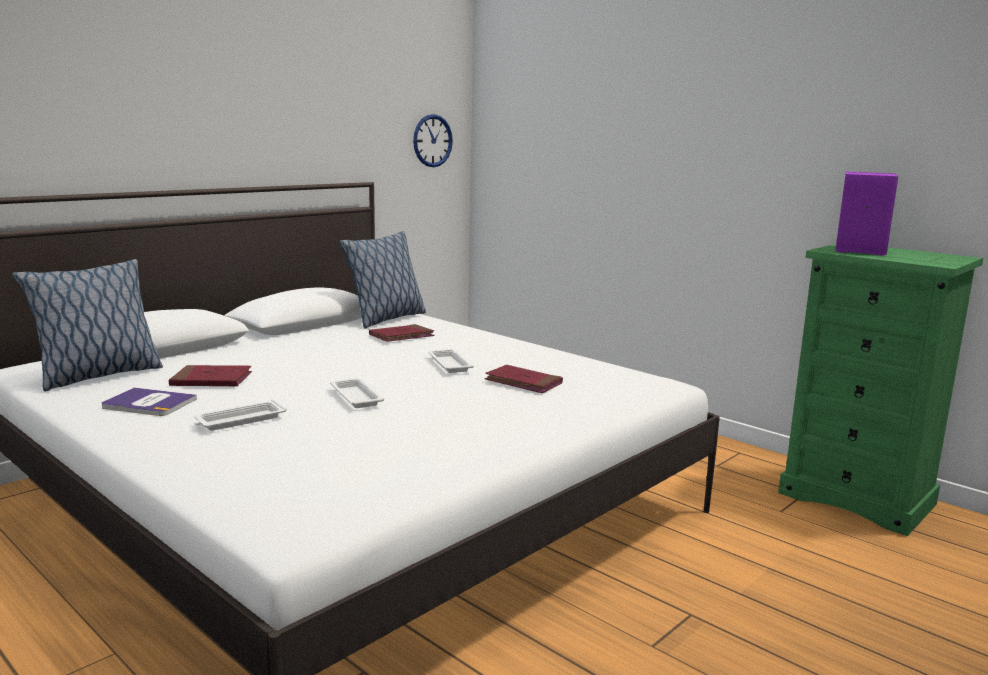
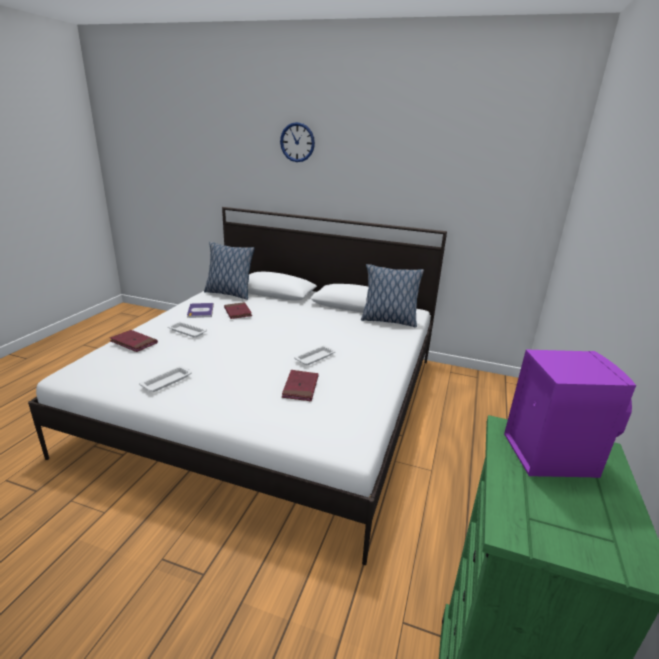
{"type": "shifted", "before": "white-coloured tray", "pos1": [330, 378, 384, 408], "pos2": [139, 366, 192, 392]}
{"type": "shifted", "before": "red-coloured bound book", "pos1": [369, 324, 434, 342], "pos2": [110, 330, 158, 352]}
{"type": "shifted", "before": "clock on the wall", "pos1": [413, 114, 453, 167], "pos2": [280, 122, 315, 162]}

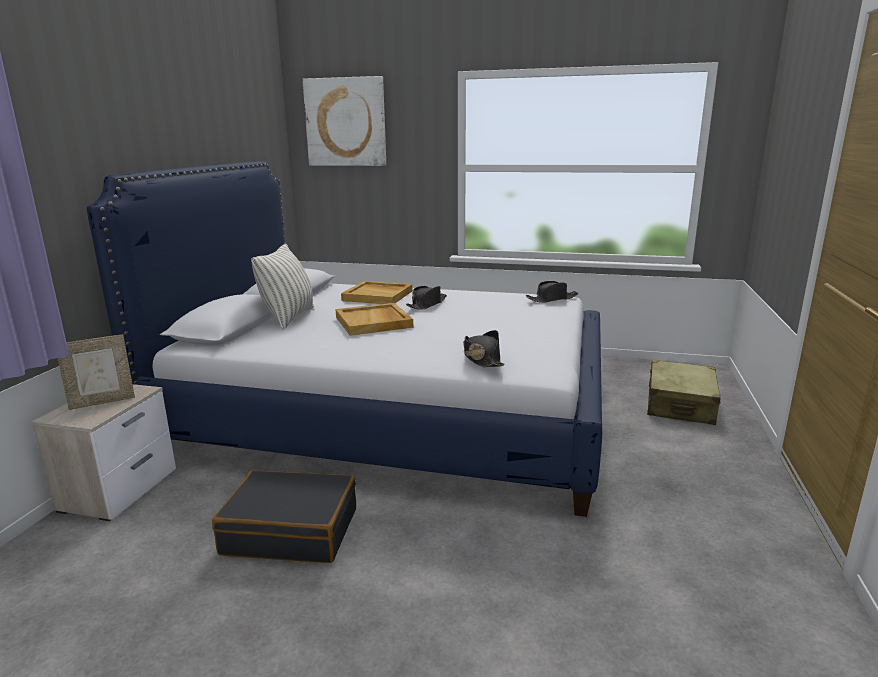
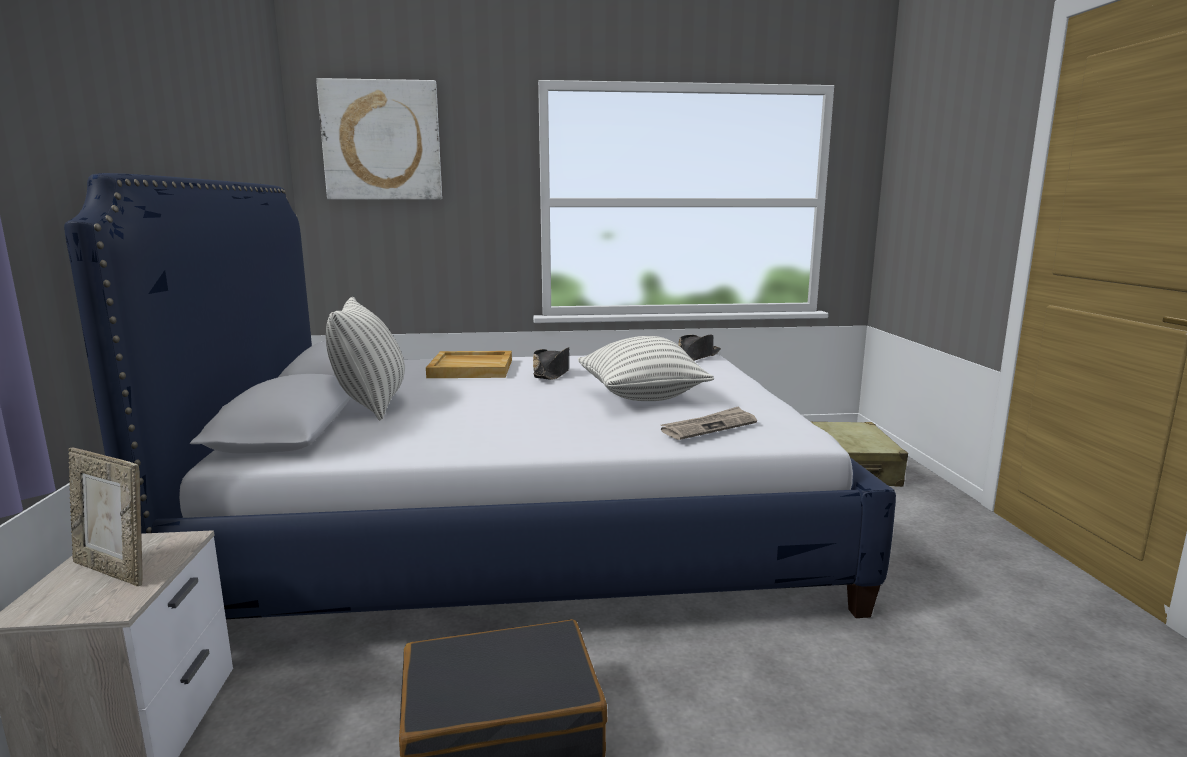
{"type": "rotated", "before": "photo frame", "pos1": [58, 335, 135, 410], "pos2": [68, 448, 142, 586], "turn": 75}
{"type": "gone", "before": "sand-coloured tray", "pos1": [336, 303, 413, 336]}
{"type": "swapped", "before": "black-coloured wearable hat", "after": "newspaper", "pos1": [463, 330, 504, 367], "pos2": [661, 406, 757, 440]}
{"type": "new", "after": "cushion", "pos2": [578, 336, 714, 401]}

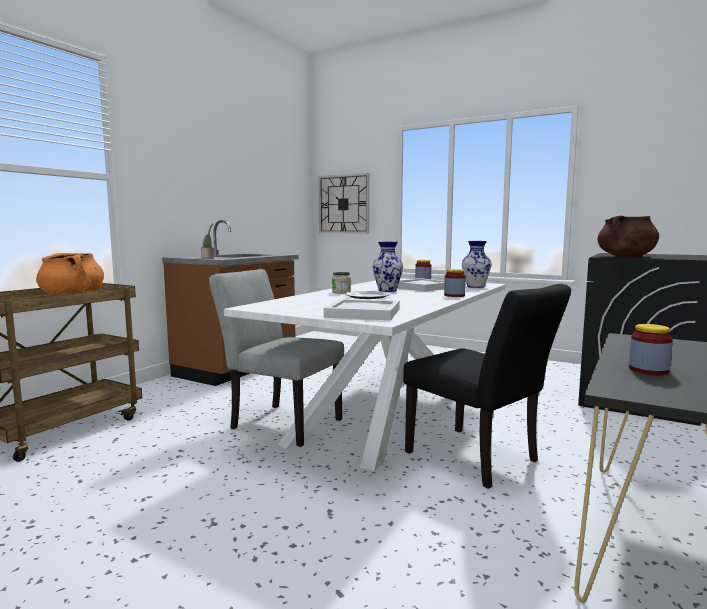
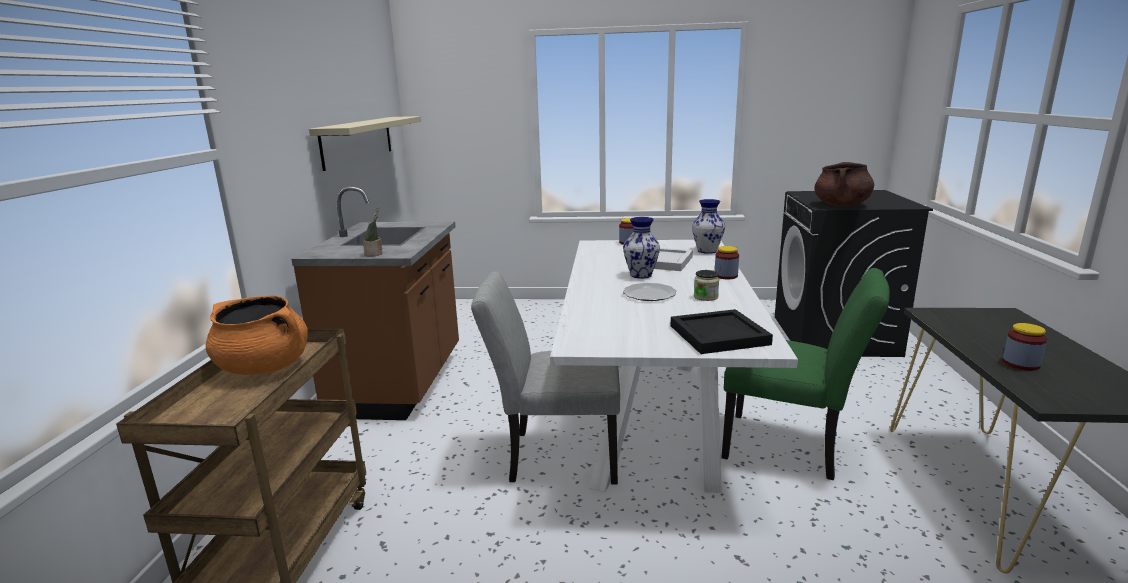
{"type": "gone", "before": "clock on the wall", "pos1": [318, 173, 369, 234]}
{"type": "repainted", "before": "white-coloured tray", "after": "black-coloured tray", "pos1": [323, 299, 400, 320], "pos2": [671, 309, 773, 354]}
{"type": "shifted", "before": "preserve jar", "pos1": [332, 272, 351, 293], "pos2": [694, 270, 719, 301]}
{"type": "repainted", "before": "black-coloured plain chair", "after": "greenish plain chair", "pos1": [403, 284, 571, 489], "pos2": [721, 268, 890, 480]}
{"type": "new", "after": "sand-coloured bracket shelf", "pos2": [309, 116, 421, 171]}

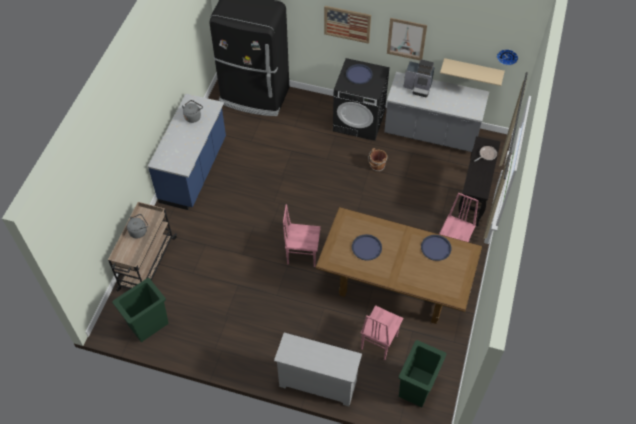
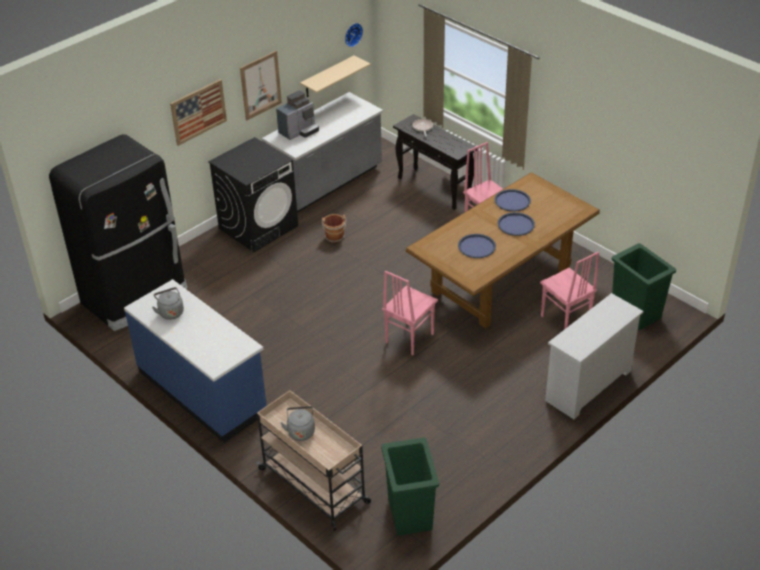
{"type": "shifted", "before": "blue-coloured tray", "pos1": [346, 64, 373, 84], "pos2": [498, 212, 535, 236]}

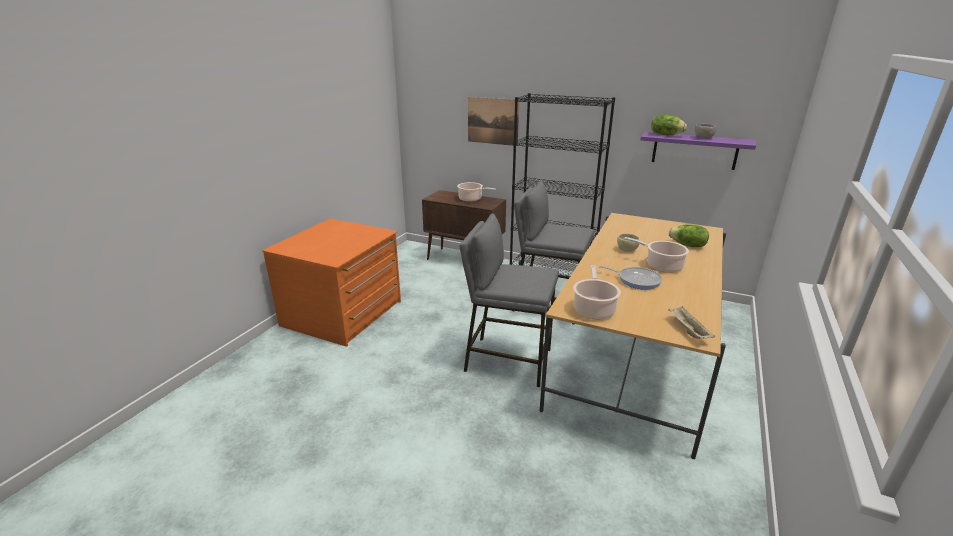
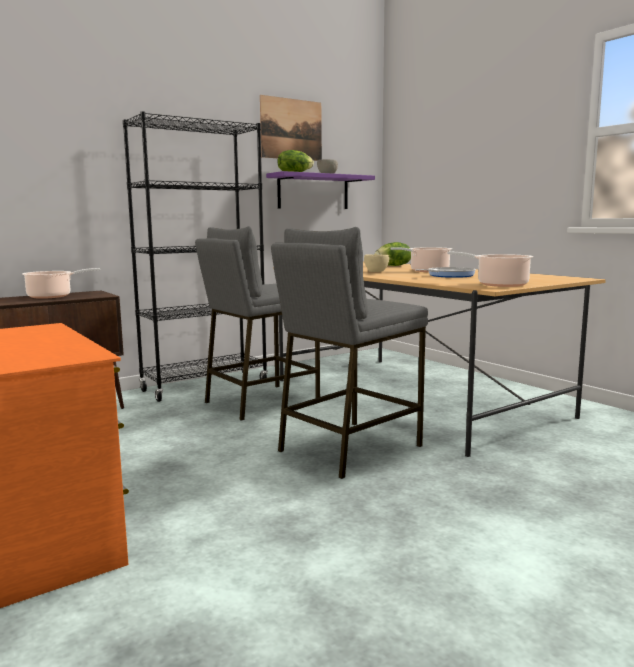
{"type": "shifted", "before": "wall art", "pos1": [468, 97, 520, 146], "pos2": [260, 95, 322, 161]}
{"type": "gone", "before": "sand-coloured tray", "pos1": [668, 306, 715, 339]}

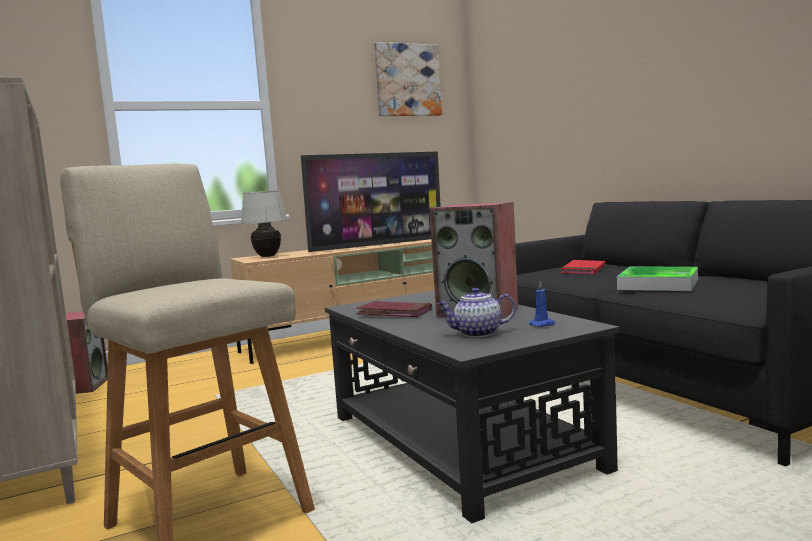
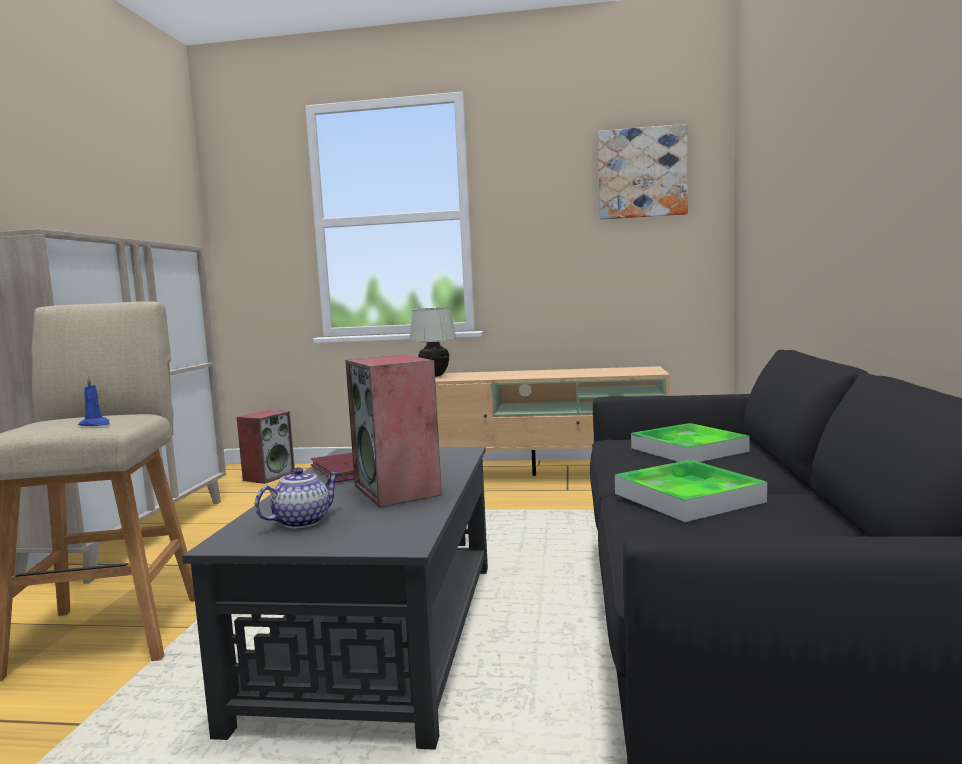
{"type": "gone", "before": "TV", "pos1": [301, 152, 441, 252]}
{"type": "rotated", "before": "pot for tea", "pos1": [437, 288, 516, 337], "pos2": [254, 467, 340, 528], "turn": 105}
{"type": "shifted", "before": "blue-coloured wax light", "pos1": [529, 281, 555, 327], "pos2": [78, 375, 110, 426]}
{"type": "swapped", "before": "red-coloured bound book", "after": "tray", "pos1": [561, 260, 605, 275], "pos2": [631, 423, 750, 462]}

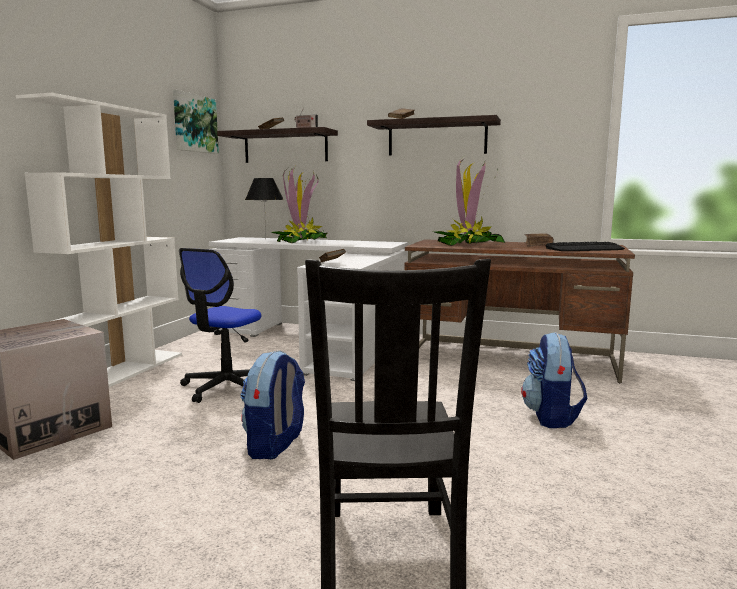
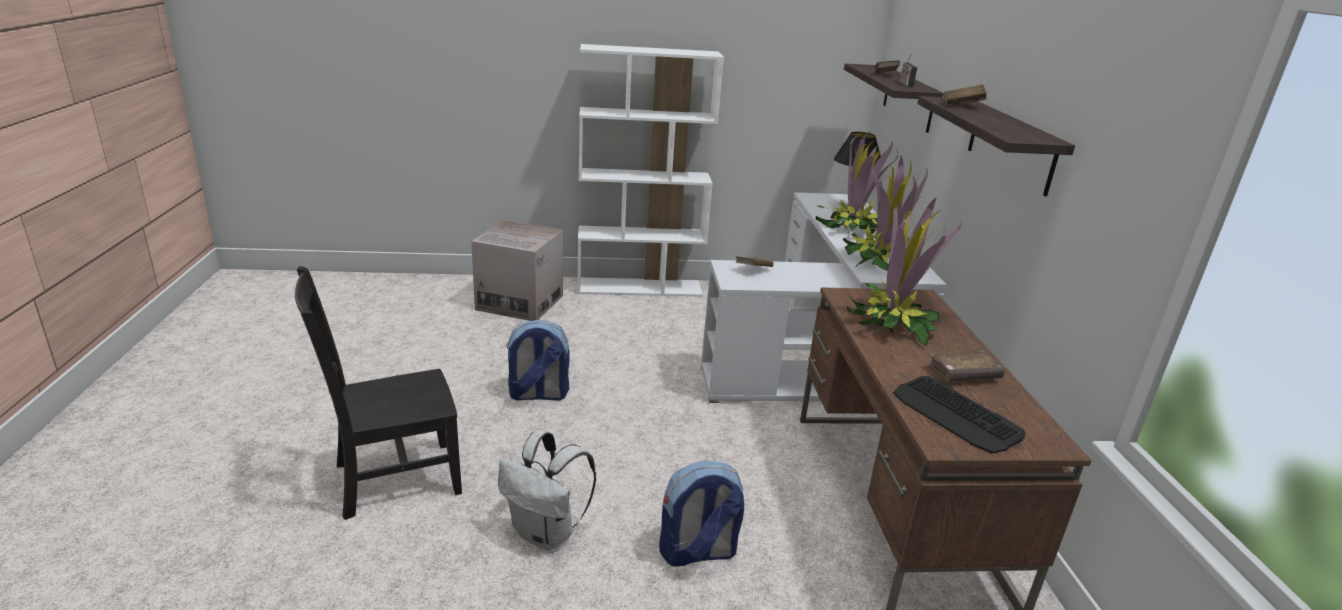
{"type": "gone", "before": "wall art", "pos1": [173, 90, 219, 154]}
{"type": "gone", "before": "computer chair", "pos1": [179, 248, 261, 403]}
{"type": "new", "after": "white-coloured backpack", "pos2": [498, 430, 596, 551]}
{"type": "new", "after": "potted plant", "pos2": [843, 155, 928, 271]}

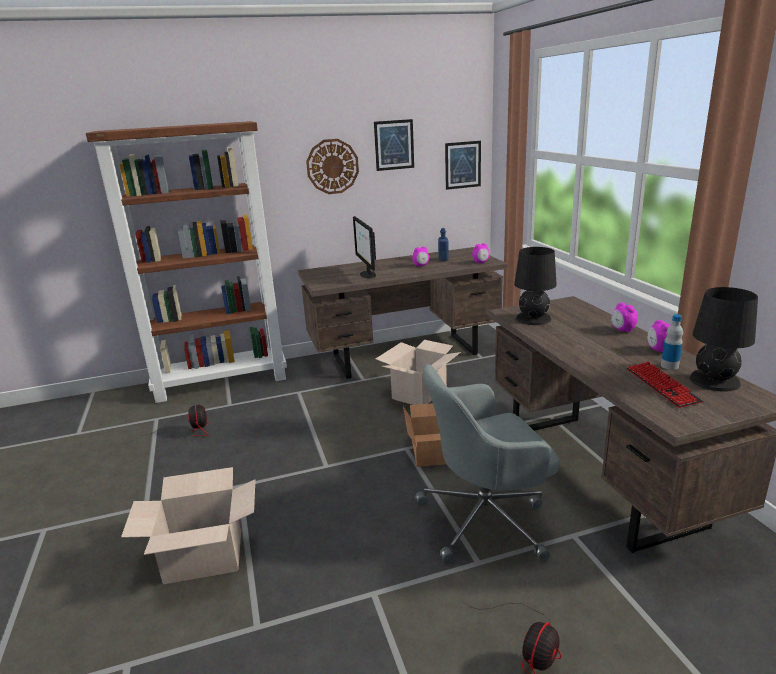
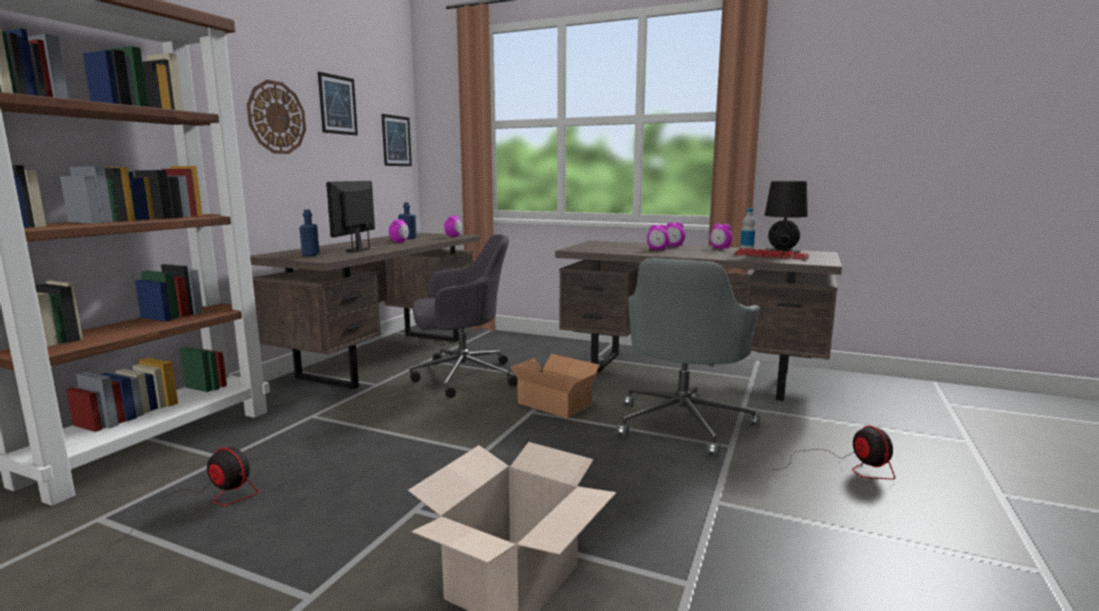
{"type": "rotated", "before": "computer screen", "pos1": [353, 216, 376, 279], "pos2": [326, 181, 375, 253], "turn": 75}
{"type": "swapped", "before": "carton", "after": "gray computer chair", "pos1": [376, 340, 461, 405], "pos2": [410, 234, 518, 398]}
{"type": "gone", "before": "black-coloured table lamp", "pos1": [514, 247, 557, 325]}
{"type": "new", "after": "blue-coloured beverage bottle", "pos2": [299, 210, 319, 256]}
{"type": "new", "after": "bedside clock", "pos2": [647, 225, 670, 250]}

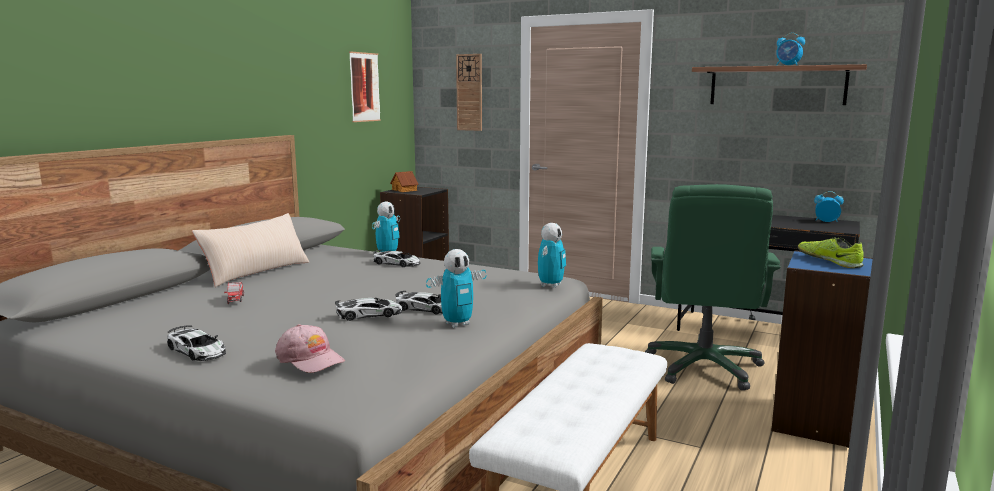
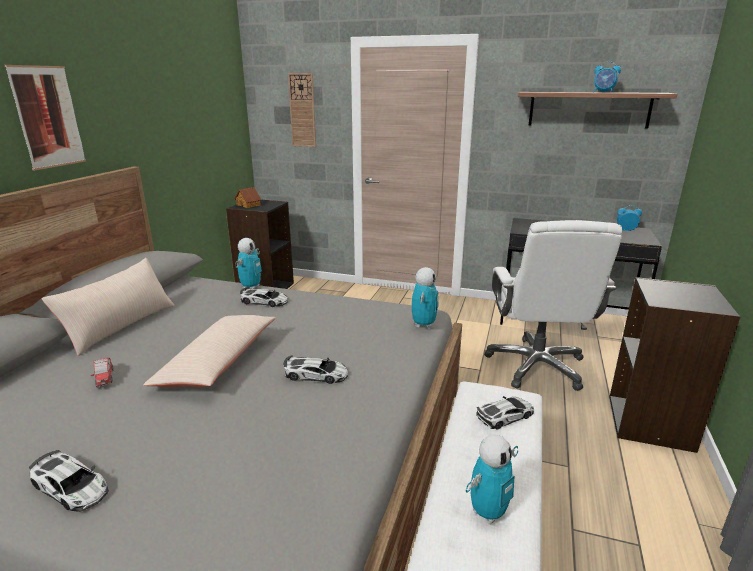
{"type": "gone", "before": "pink cap", "pos1": [275, 324, 345, 373]}
{"type": "shifted", "before": "model car", "pos1": [335, 298, 402, 321], "pos2": [476, 396, 534, 430]}
{"type": "shifted", "before": "wall art", "pos1": [349, 51, 381, 122], "pos2": [5, 65, 86, 171]}
{"type": "shifted", "before": "toy robot", "pos1": [426, 249, 486, 328], "pos2": [466, 435, 518, 524]}
{"type": "repainted", "before": "greenish computer chair", "after": "white-coloured computer chair", "pos1": [645, 184, 781, 390], "pos2": [484, 220, 622, 391]}
{"type": "repainted", "before": "blue-coloured shelving unit", "after": "black-coloured shelving unit", "pos1": [771, 250, 873, 447], "pos2": [610, 277, 741, 453]}
{"type": "gone", "before": "shoe", "pos1": [798, 238, 864, 268]}
{"type": "new", "after": "sand-coloured cushion", "pos2": [143, 315, 276, 387]}

